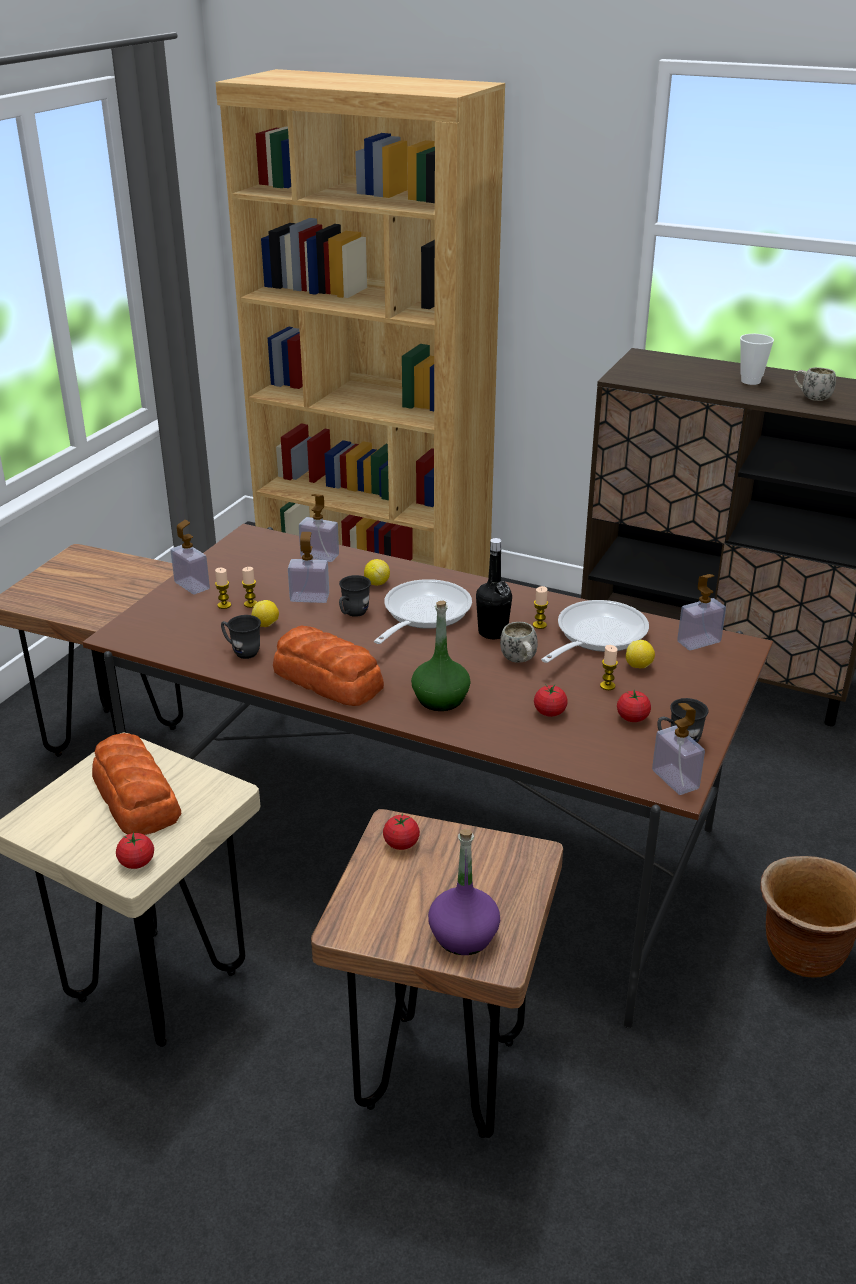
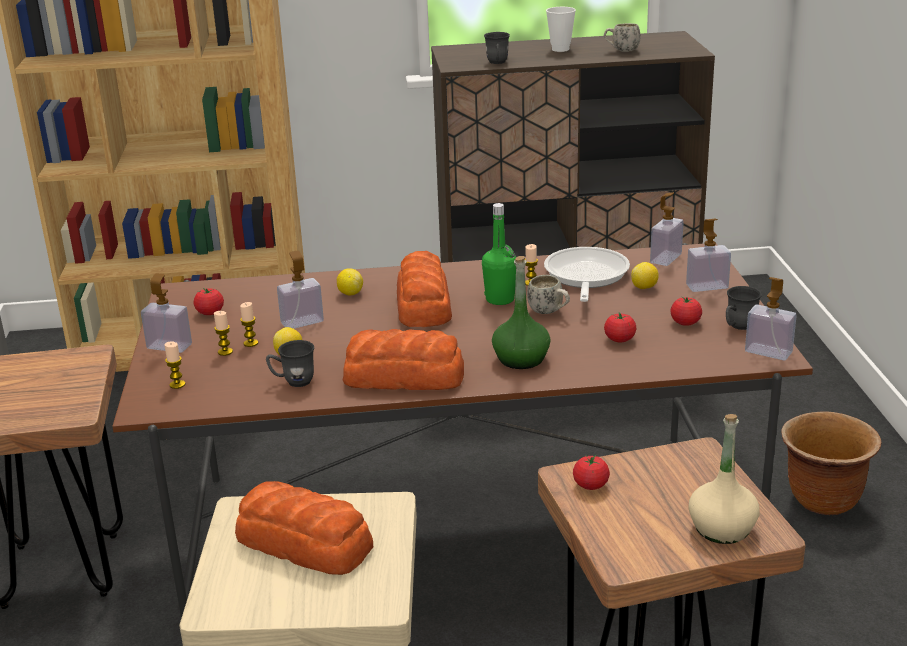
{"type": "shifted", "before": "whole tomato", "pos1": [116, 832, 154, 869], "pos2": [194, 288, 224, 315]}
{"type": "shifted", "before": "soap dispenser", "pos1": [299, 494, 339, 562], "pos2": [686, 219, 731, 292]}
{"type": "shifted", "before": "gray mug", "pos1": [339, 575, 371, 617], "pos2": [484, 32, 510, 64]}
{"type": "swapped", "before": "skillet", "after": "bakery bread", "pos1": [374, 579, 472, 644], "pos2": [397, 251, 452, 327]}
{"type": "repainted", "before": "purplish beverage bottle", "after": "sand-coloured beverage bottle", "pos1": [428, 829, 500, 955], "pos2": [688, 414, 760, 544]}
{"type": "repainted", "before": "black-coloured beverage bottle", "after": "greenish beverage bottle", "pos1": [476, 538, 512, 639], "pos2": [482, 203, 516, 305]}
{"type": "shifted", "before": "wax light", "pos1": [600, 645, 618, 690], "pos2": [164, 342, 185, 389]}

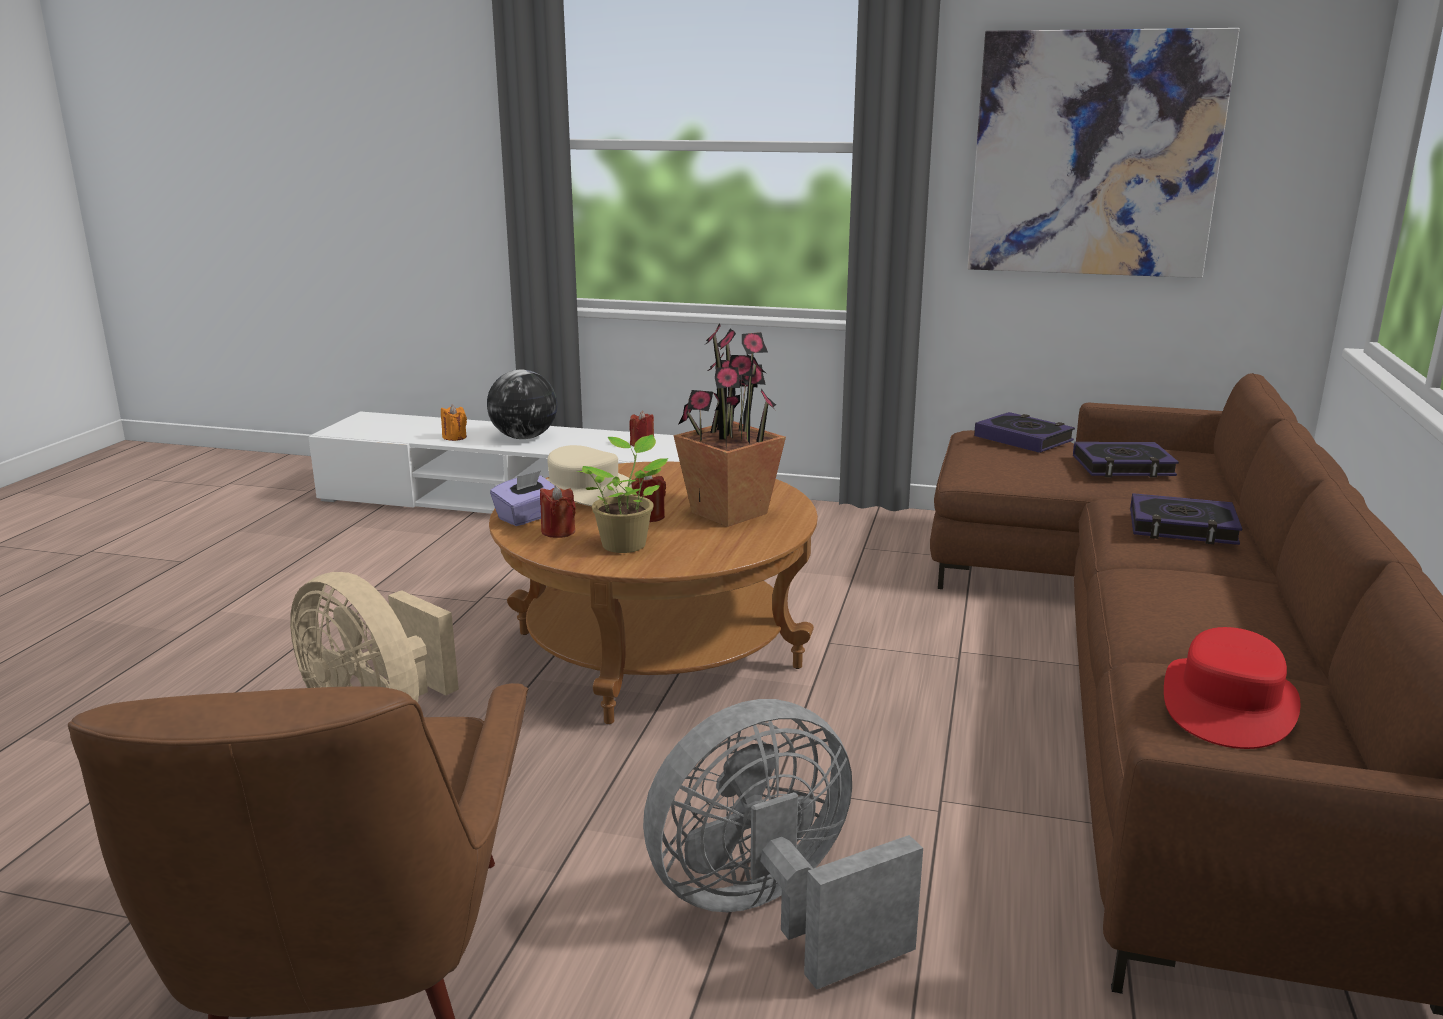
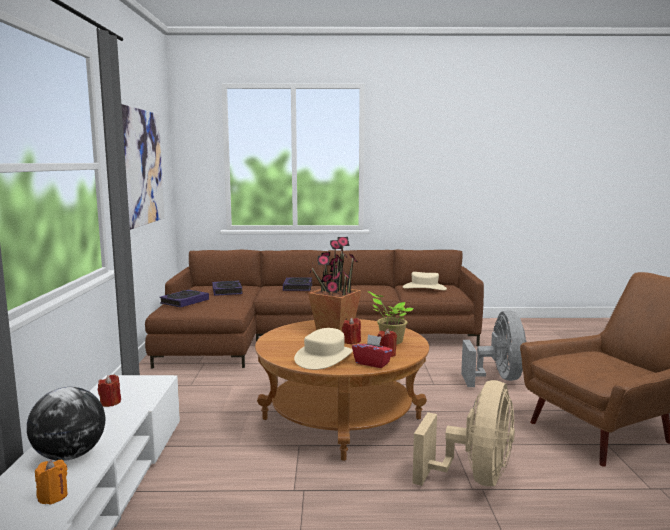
{"type": "repainted", "before": "purplish tissue box", "after": "red-coloured tissue box", "pos1": [490, 471, 555, 526], "pos2": [352, 334, 393, 368]}
{"type": "rotated", "before": "gray fan", "pos1": [643, 699, 923, 990], "pos2": [461, 310, 526, 387], "turn": -135}
{"type": "repainted", "before": "red-coloured wearable hat", "after": "sand-coloured wearable hat", "pos1": [1164, 627, 1300, 749], "pos2": [403, 272, 447, 290]}

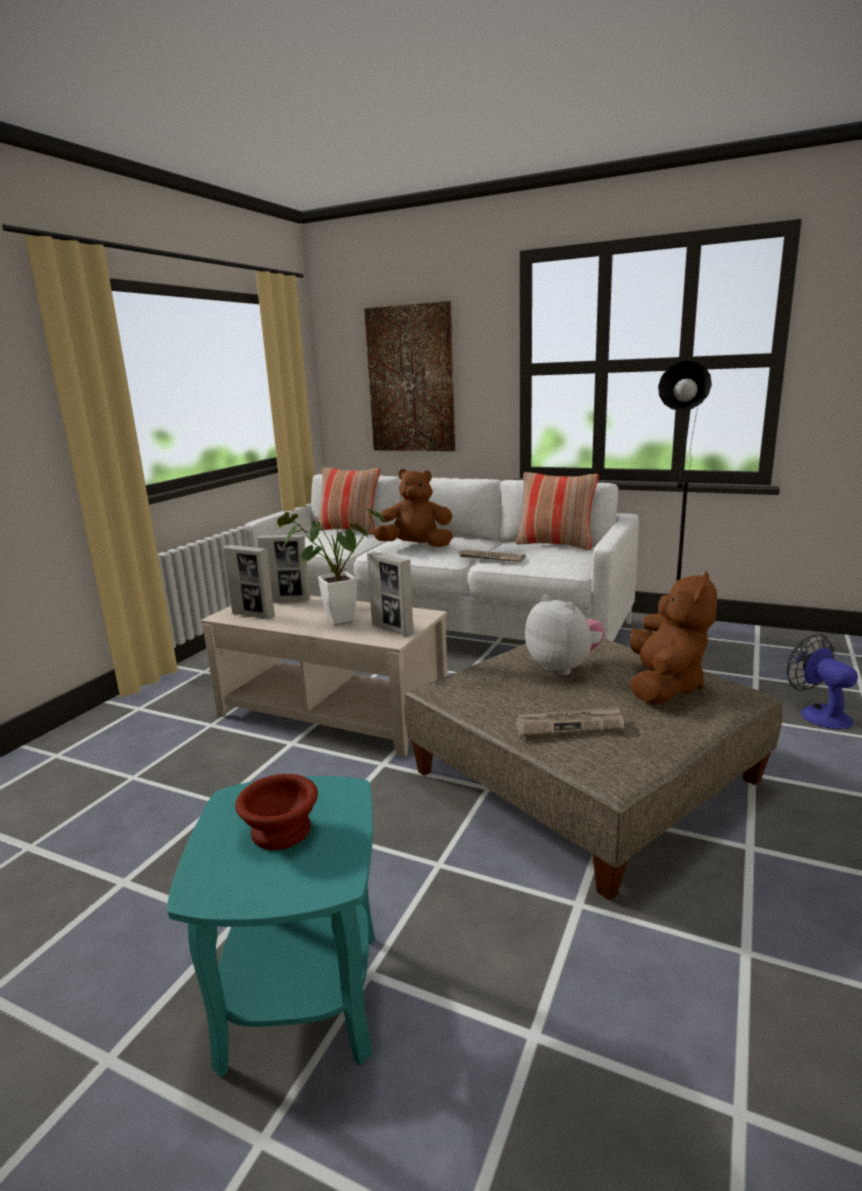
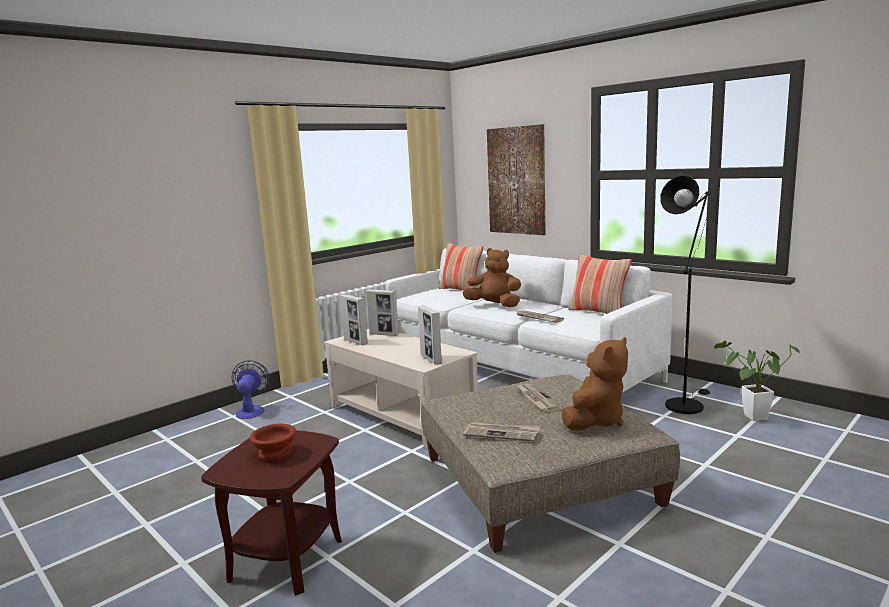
{"type": "repainted", "before": "turquoise end table", "after": "brown end table", "pos1": [167, 776, 375, 1078], "pos2": [201, 430, 342, 596]}
{"type": "shifted", "before": "potted plant", "pos1": [277, 507, 385, 624], "pos2": [714, 341, 801, 421]}
{"type": "swapped", "before": "cuddly toy", "after": "newspaper", "pos1": [525, 595, 605, 675], "pos2": [517, 384, 564, 412]}
{"type": "shifted", "before": "fan", "pos1": [786, 634, 858, 729], "pos2": [232, 360, 270, 419]}

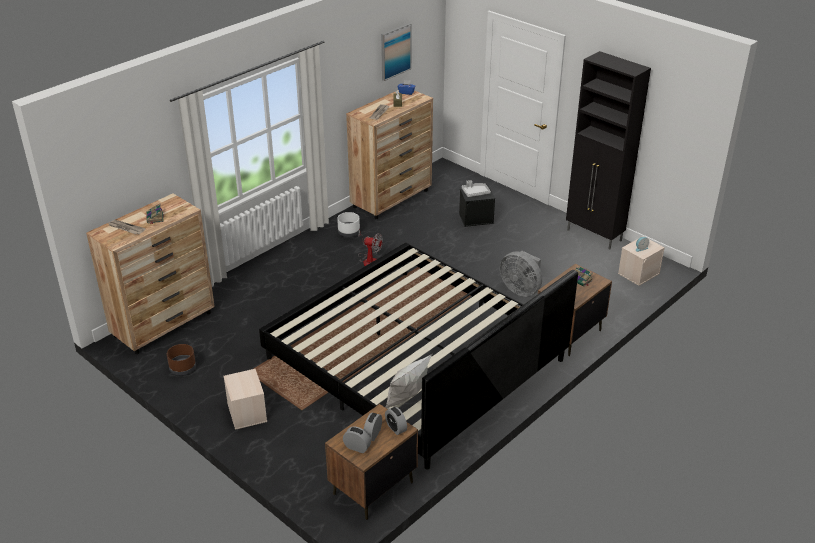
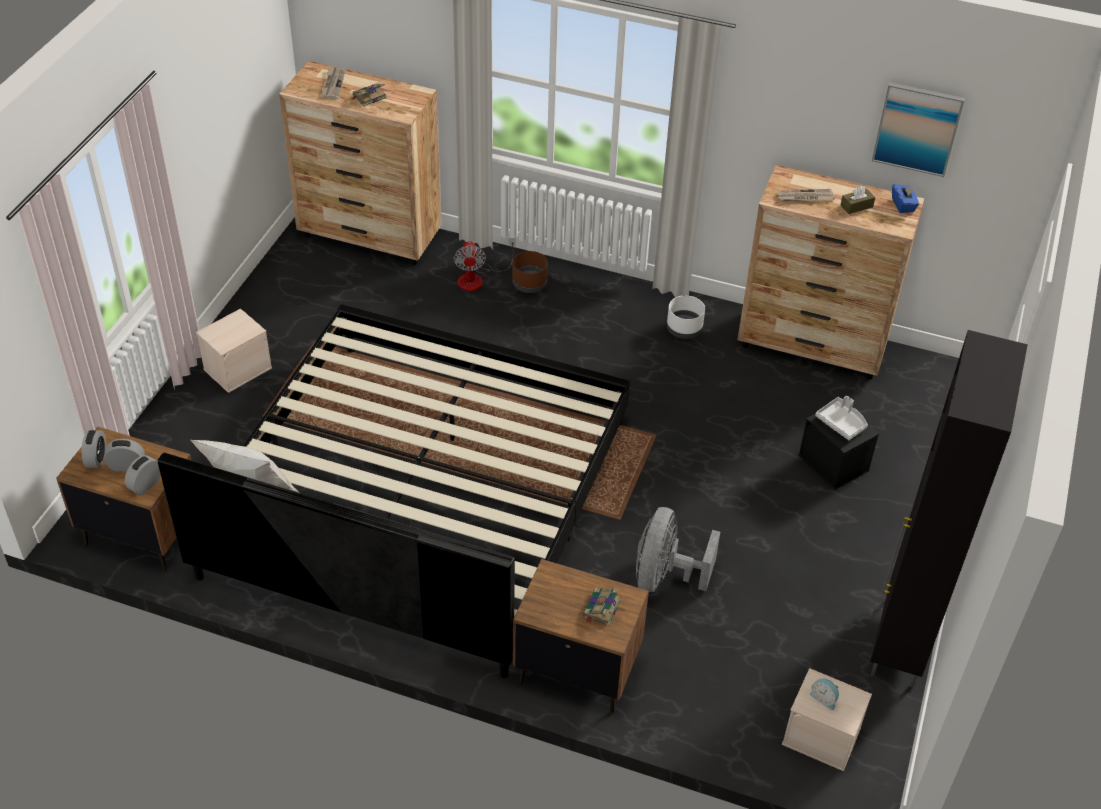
{"type": "shifted", "before": "brown flower pot", "pos1": [167, 344, 196, 375], "pos2": [512, 251, 548, 293]}
{"type": "shifted", "before": "fan", "pos1": [358, 230, 383, 266], "pos2": [454, 238, 516, 291]}

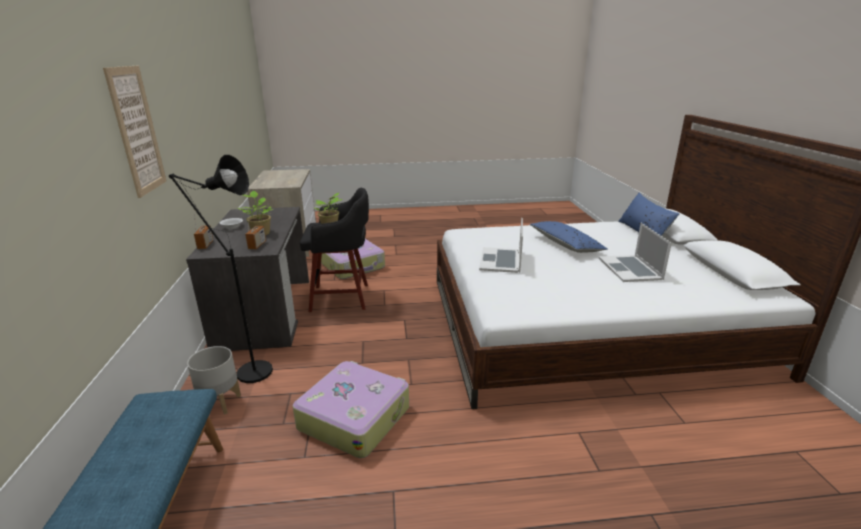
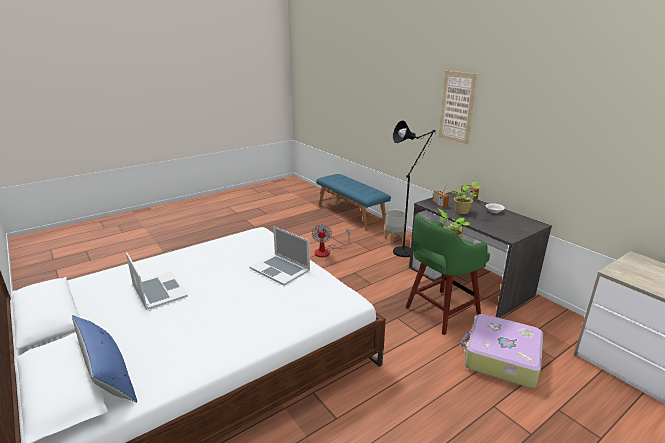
{"type": "swapped", "before": "suitcase", "after": "fan", "pos1": [293, 361, 409, 458], "pos2": [312, 224, 351, 257]}
{"type": "repainted", "before": "black-coloured stool", "after": "greenish stool", "pos1": [300, 188, 369, 312], "pos2": [405, 214, 490, 335]}
{"type": "rotated", "before": "portable computer", "pos1": [479, 218, 523, 273], "pos2": [249, 226, 310, 286], "turn": 150}
{"type": "gone", "before": "blue-coloured cushion", "pos1": [530, 221, 608, 253]}

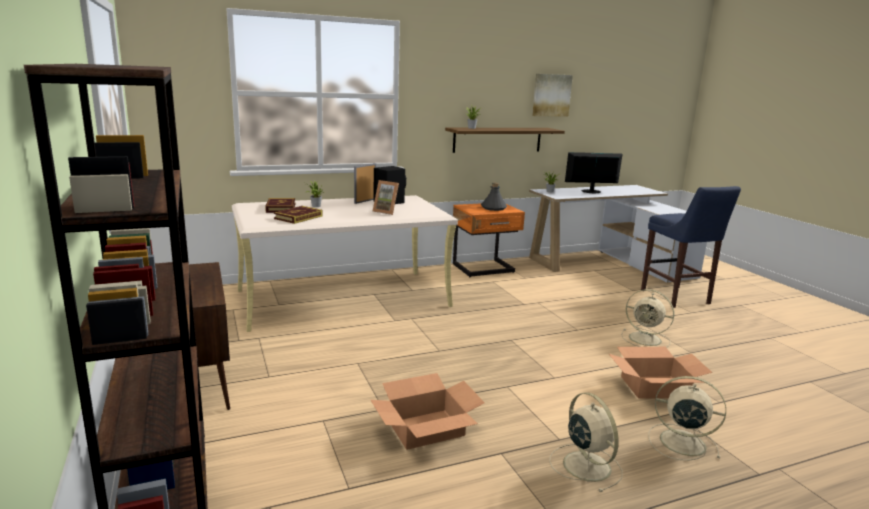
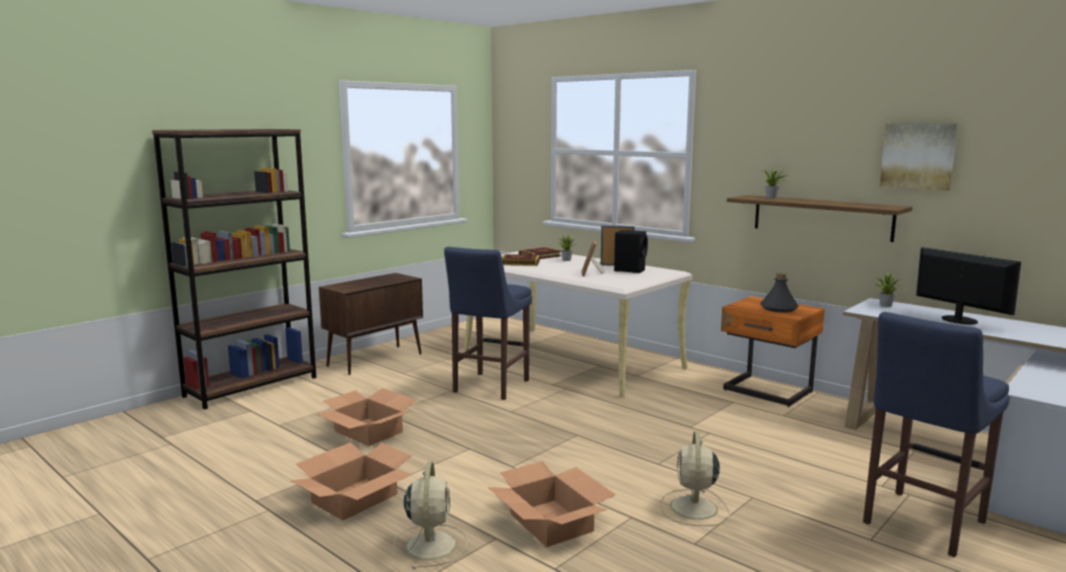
{"type": "swapped", "before": "sand-coloured fan", "after": "carton", "pos1": [549, 392, 622, 492], "pos2": [290, 442, 412, 520]}
{"type": "new", "after": "blue-coloured stool", "pos2": [444, 247, 532, 400]}

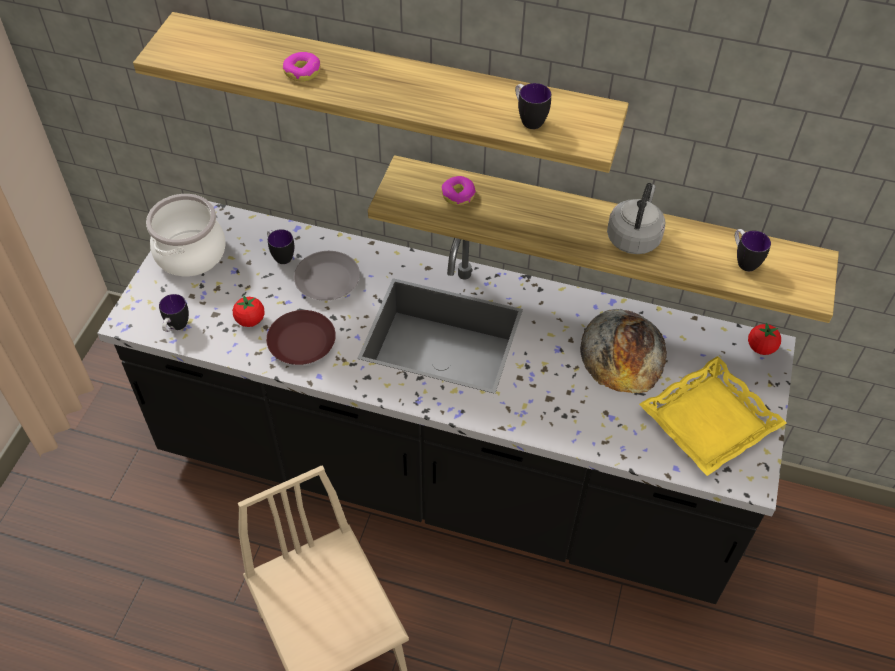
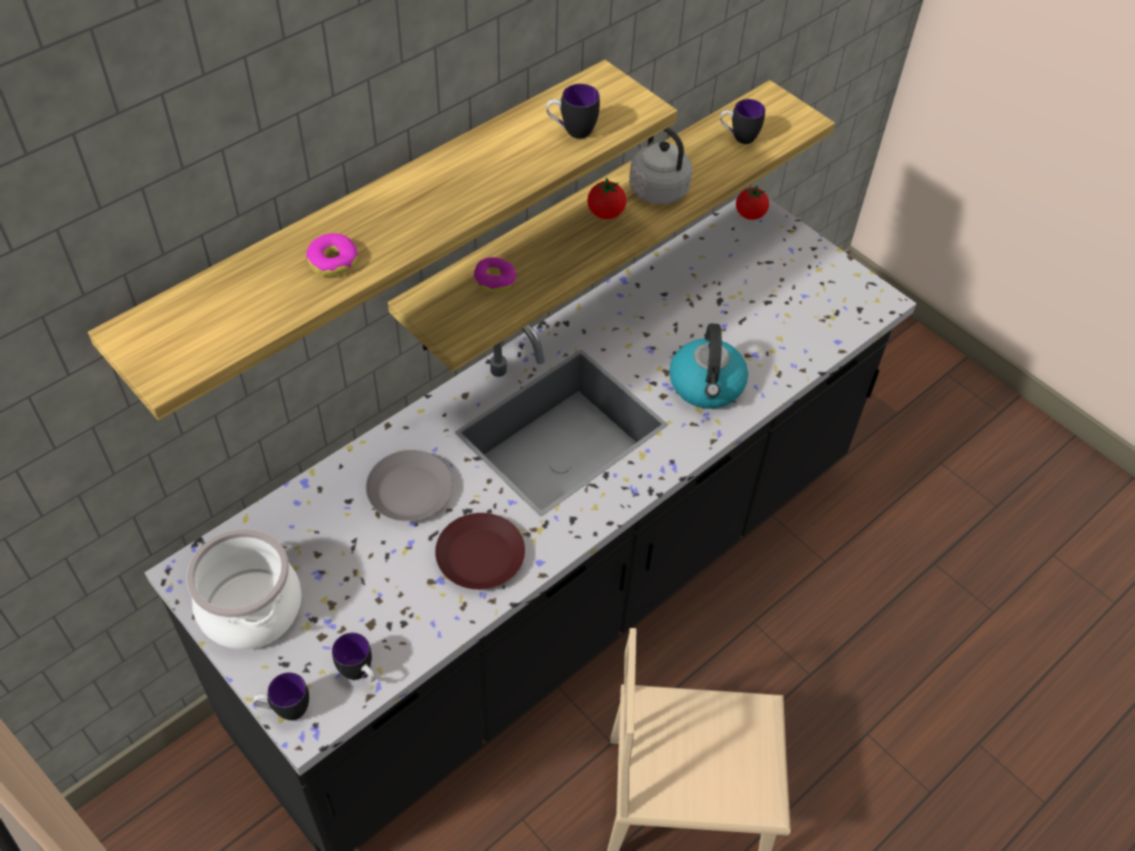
{"type": "shifted", "before": "whole tomato", "pos1": [233, 295, 265, 327], "pos2": [587, 177, 626, 219]}
{"type": "shifted", "before": "mug", "pos1": [267, 229, 294, 264], "pos2": [253, 672, 309, 720]}
{"type": "gone", "before": "bakery bread", "pos1": [580, 309, 667, 393]}
{"type": "gone", "before": "yellow tray", "pos1": [639, 356, 787, 476]}
{"type": "new", "after": "water kettle", "pos2": [669, 324, 748, 409]}

